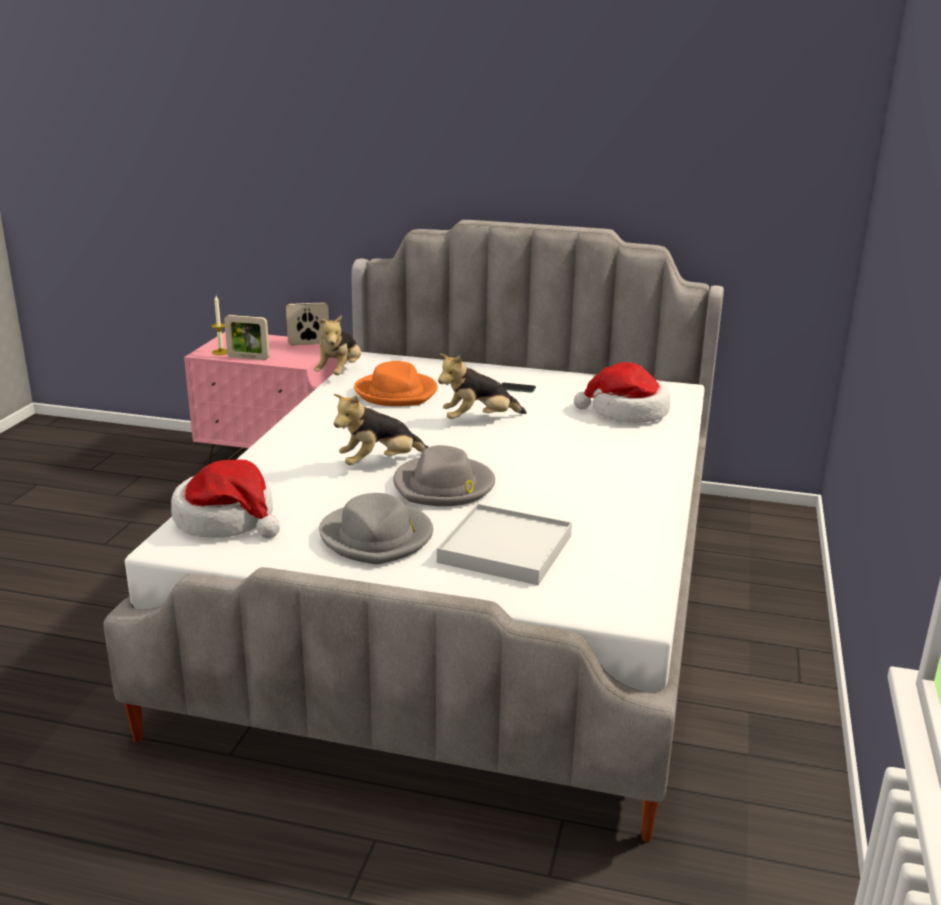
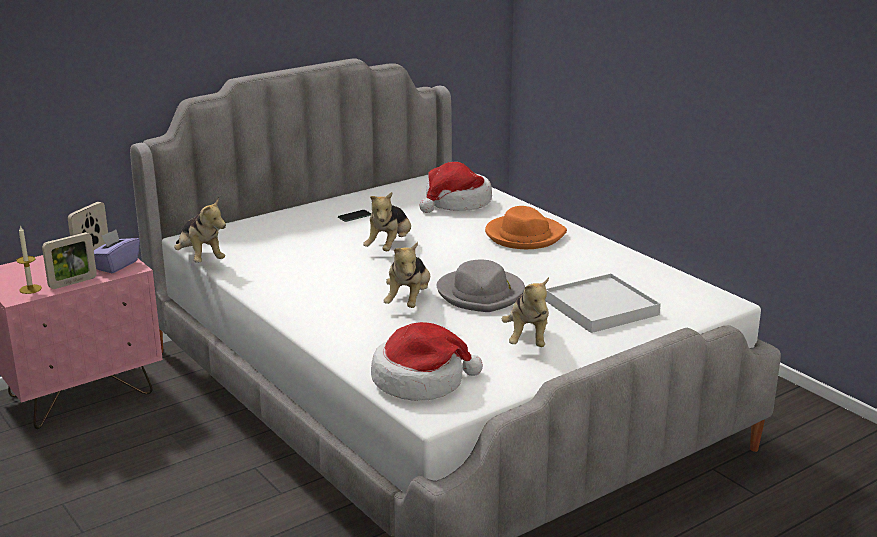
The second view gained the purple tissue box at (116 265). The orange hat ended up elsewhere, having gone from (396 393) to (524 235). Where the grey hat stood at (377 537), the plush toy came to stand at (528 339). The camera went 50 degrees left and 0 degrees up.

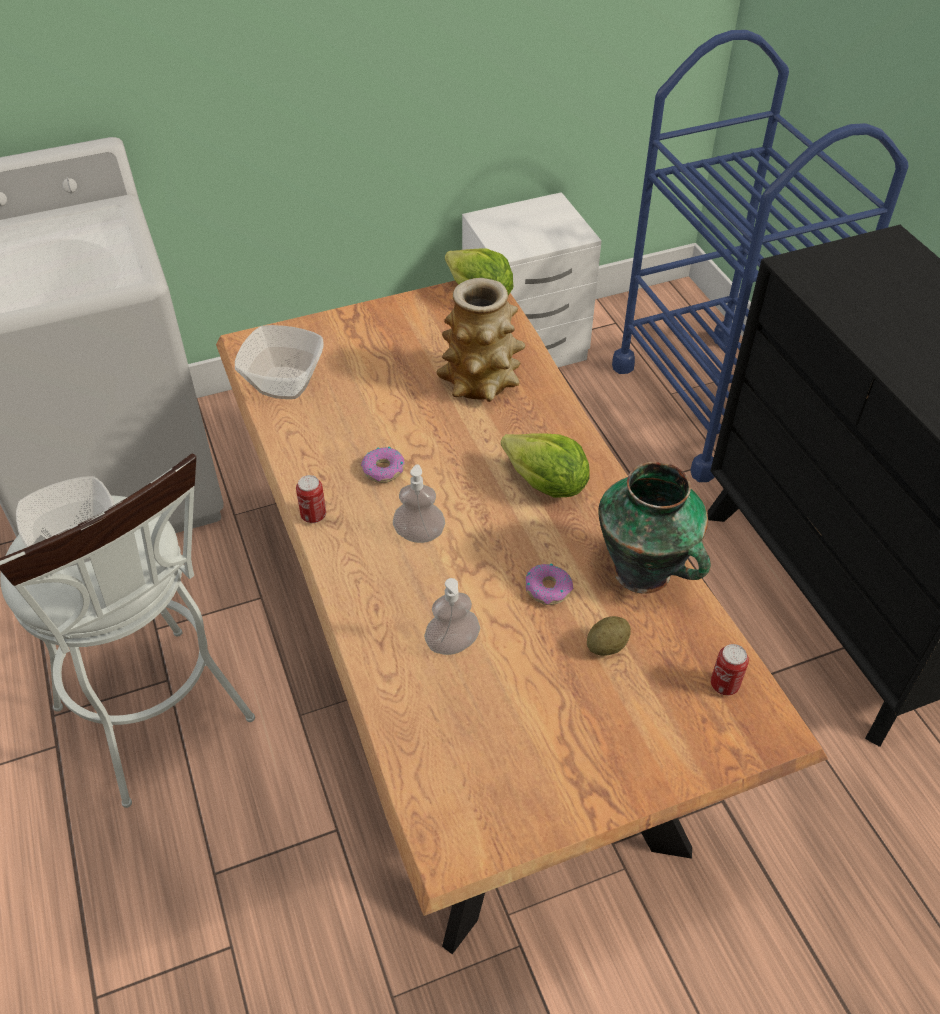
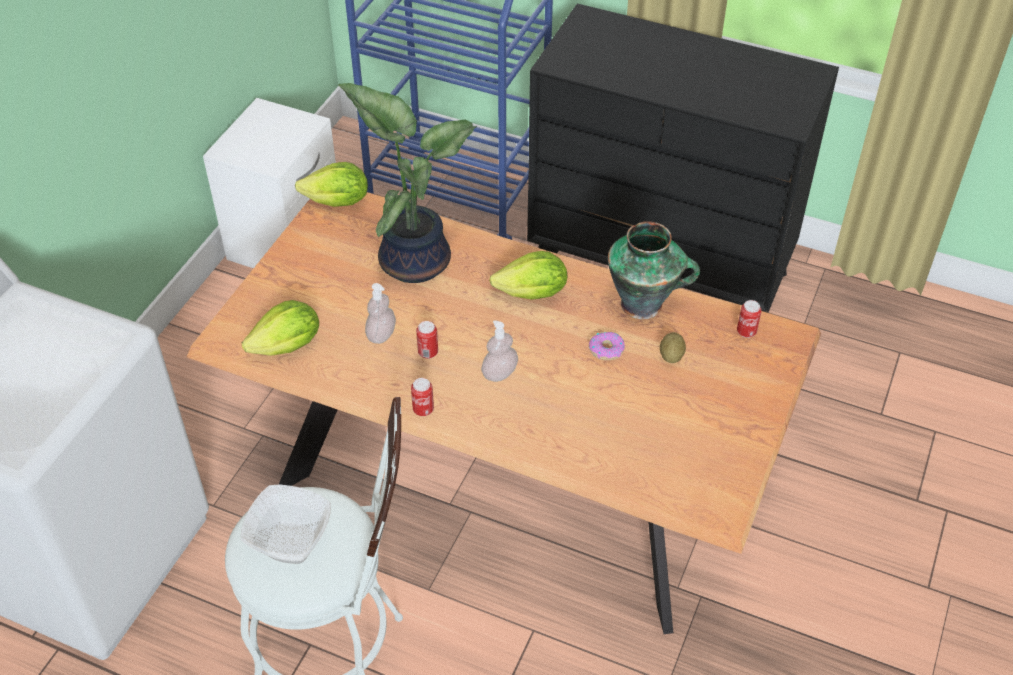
The soap dispenser ended up elsewhere, having gone from (452 643) to (381 334). Where the bowl stood at (285 384), the lettuce came to stand at (288 346). Where the donut stood at (383 470), the can came to stand at (428 353). Where the vase stood at (481 382), the potted plant came to stand at (415 258). The camera went 45 degrees left and 0 degrees up.

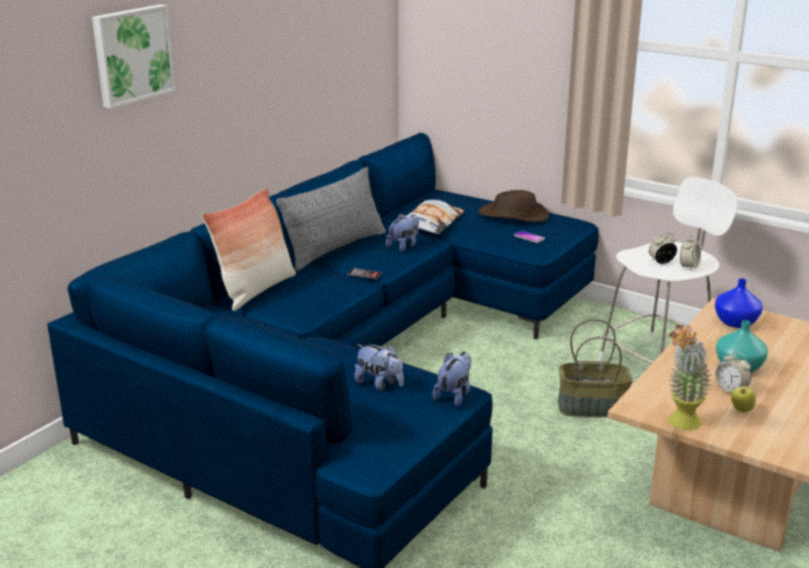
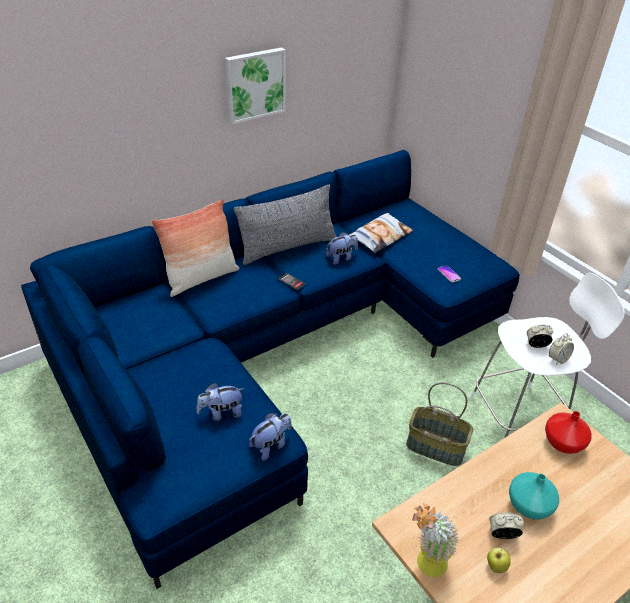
The second view lost the brown hat at (513 216). The picture ended up elsewhere, having gone from (132 54) to (254 84). What was the blue vase at (736 322) turned into the red vase at (563 442). The plush toy at (379 384) ended up facing another way, 105 degrees clockwise from before. The alarm clock at (730 390) ended up facing another way, 105 degrees clockwise from before. The camera went 20 degrees right and 15 degrees up.

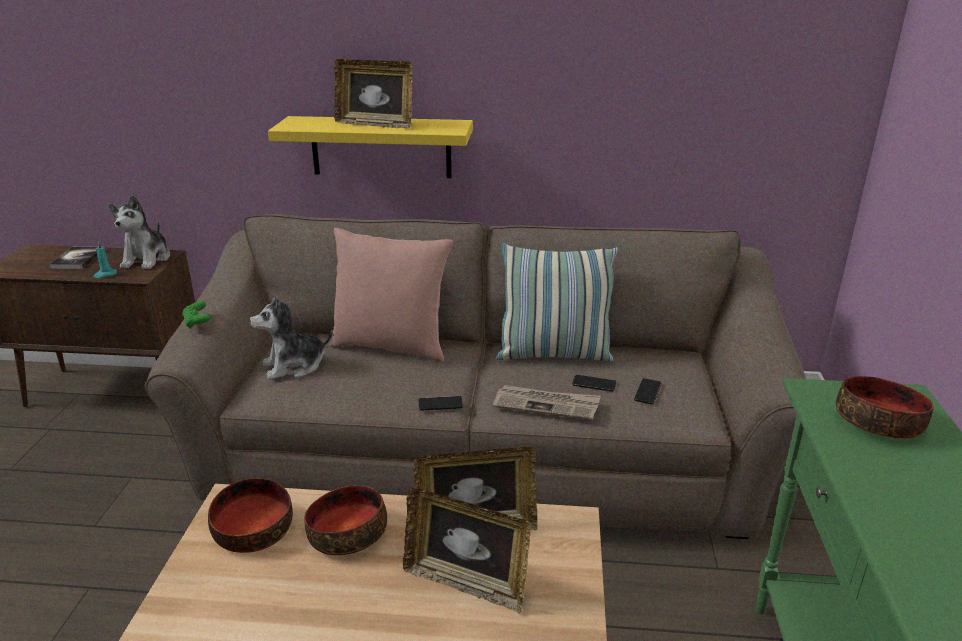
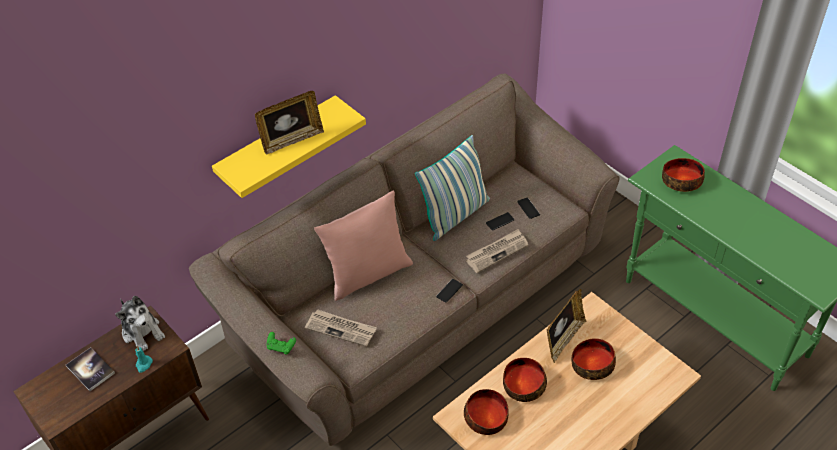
Where the plush toy stood at (294 366), the newspaper came to stand at (341 329). Where the picture frame stood at (466 583), the bowl came to stand at (592 364). The camera went 45 degrees left and 20 degrees up.

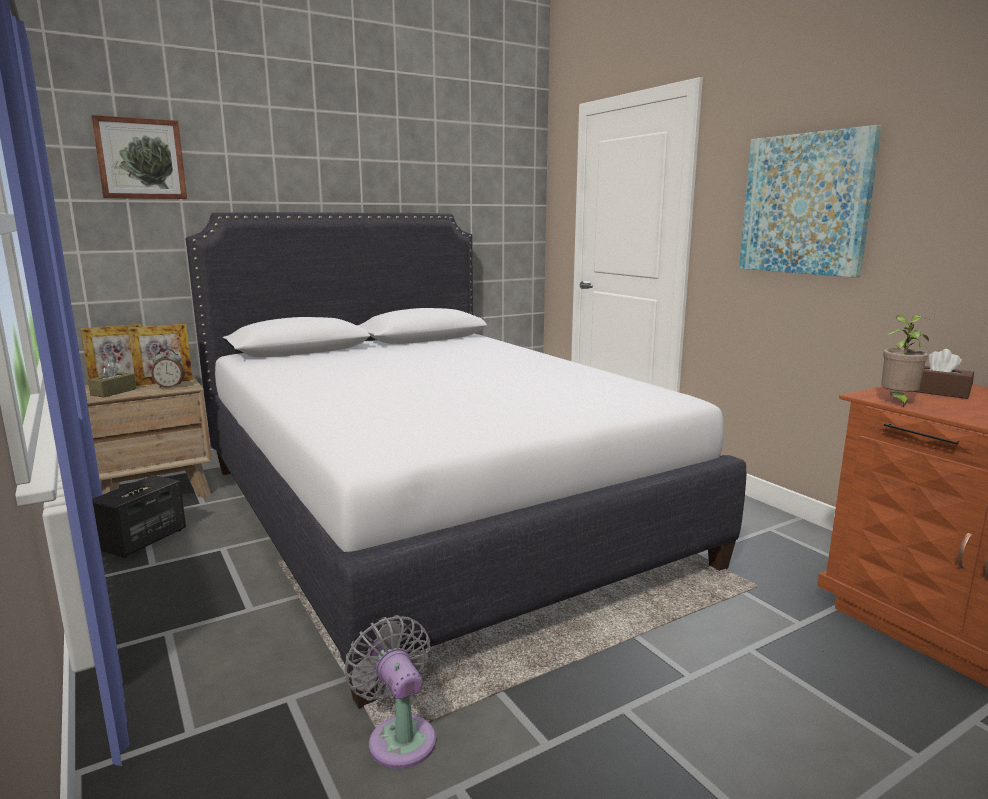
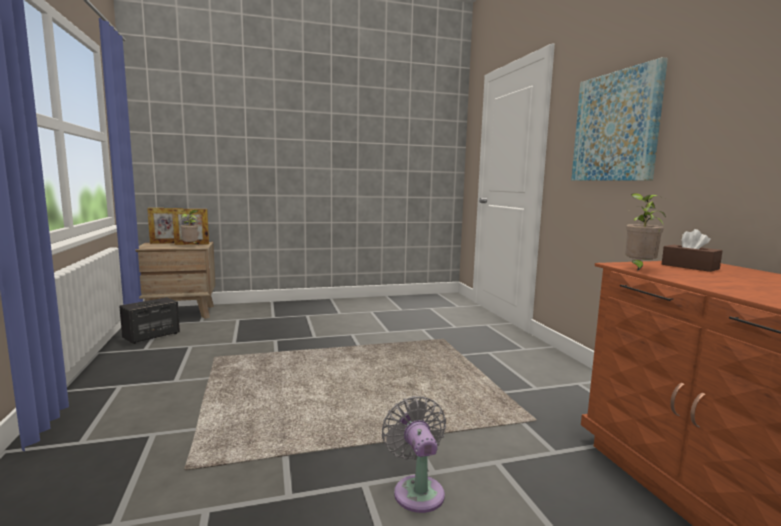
The second view lost the brown tissue box at (113 392). The second view lost the picture at (140 159). The second view lost the white bed at (432 512). The grey fan ended up elsewhere, having gone from (399 736) to (417 490). Where the alarm clock stood at (170 387), the potted plant came to stand at (191 246). The camera went 15 degrees right and 5 degrees down.

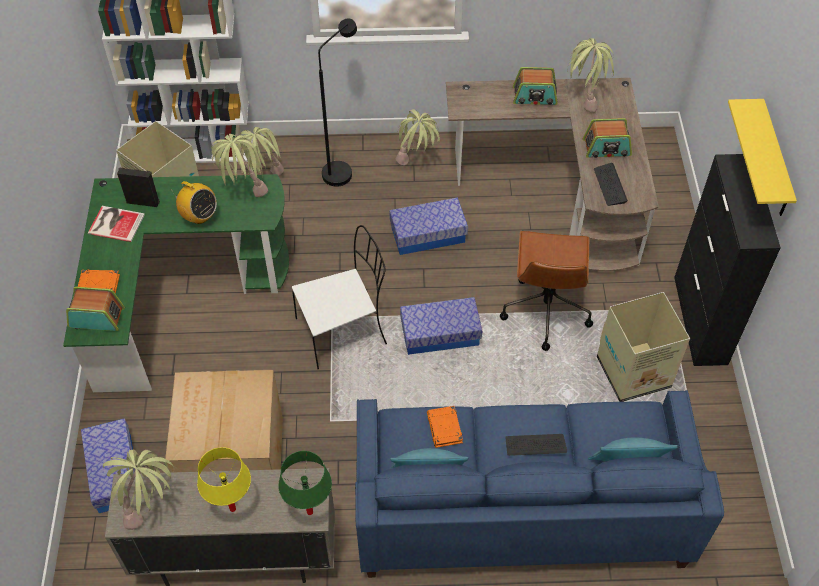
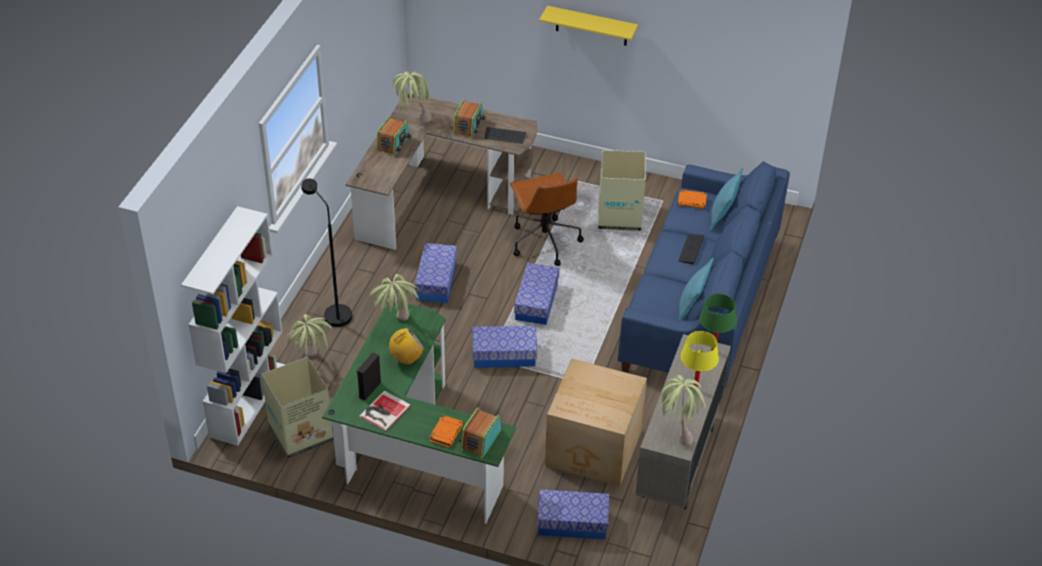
The second view lost the potted plant at (417 164). The second view lost the black cabinet at (700 320). The orange book ended up elsewhere, having gone from (445 428) to (692 201). Where the white chair stood at (343 330), the storage box came to stand at (504 355). The brown office chair at (545 310) ended up facing another way, 45 degrees clockwise from before. The camera went 70 degrees left and 10 degrees down.

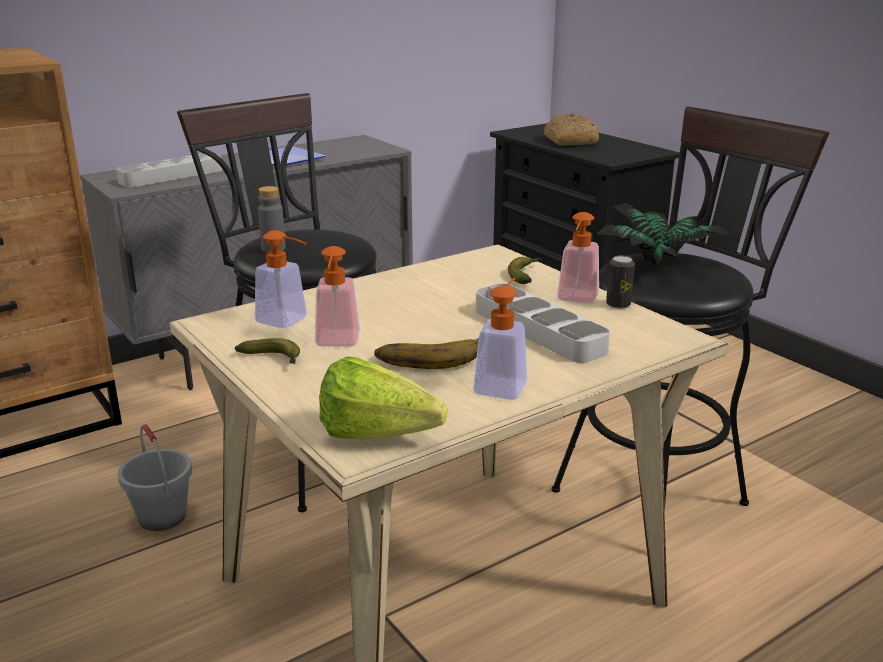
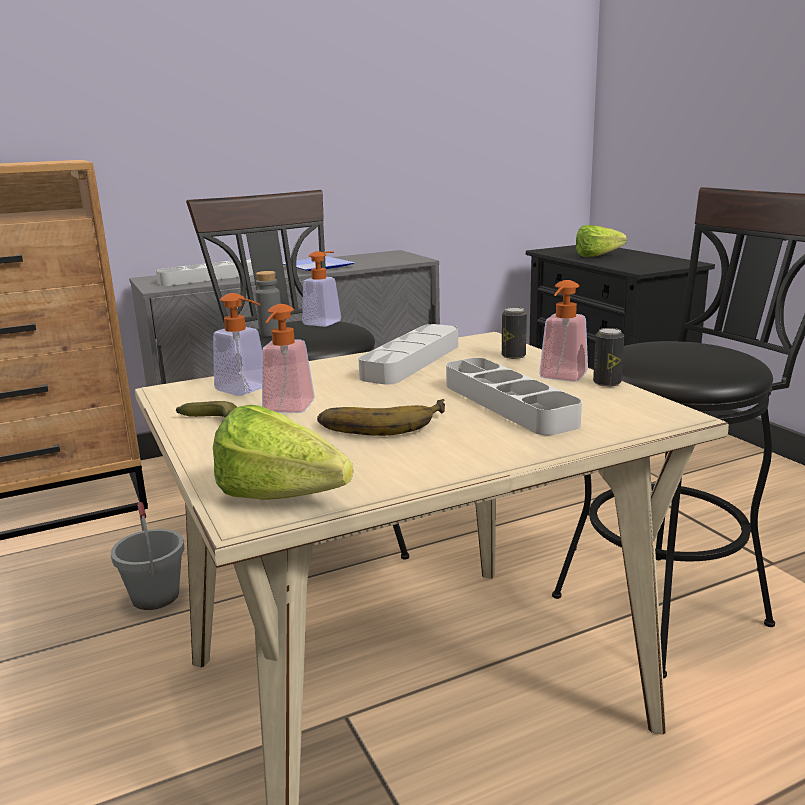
The second view lost the potted plant at (660 263). The second view gained the grey tray at (411 361). The soap dispenser ended up elsewhere, having gone from (503 384) to (325 321). Where the banana stood at (525 275), the can came to stand at (513 356). Where the bread stood at (569 141), the lettuce came to stand at (601 256). The camera went 10 degrees right and 5 degrees down.

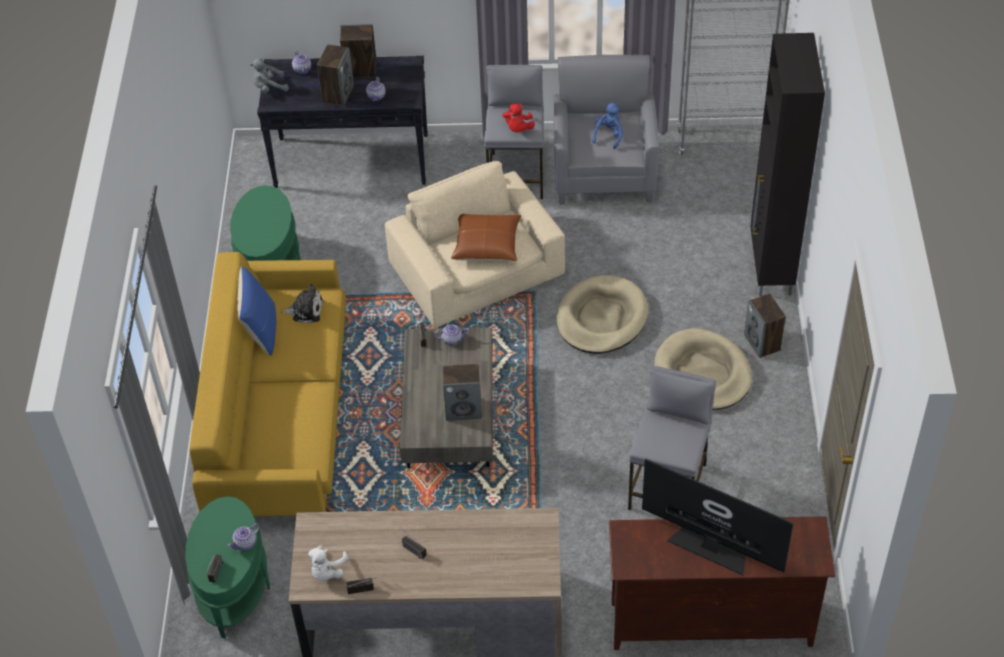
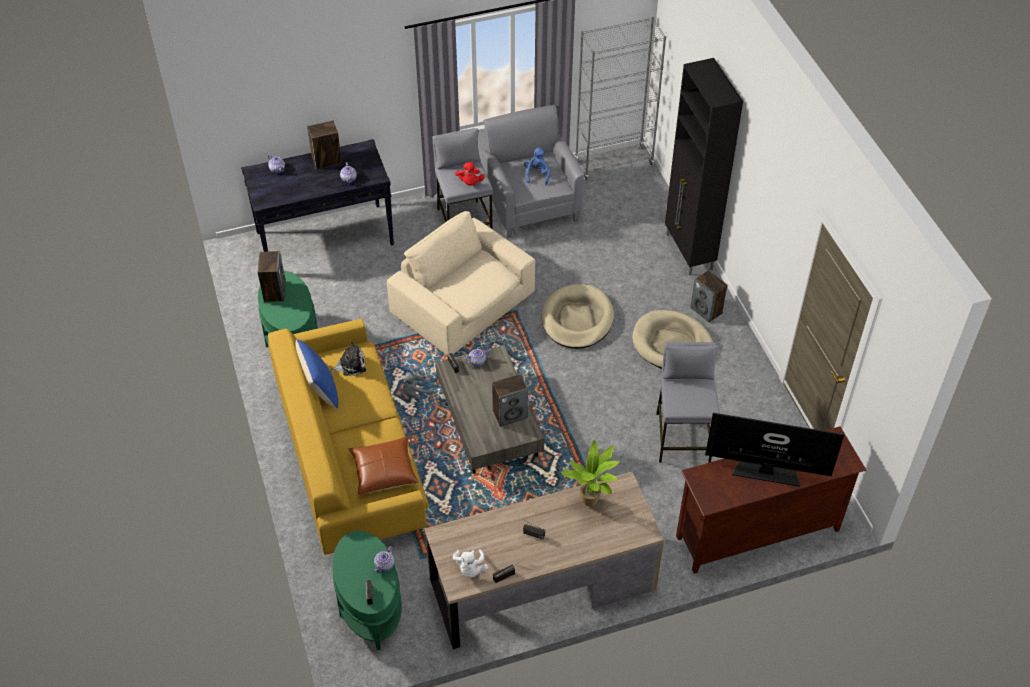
The second view gained the potted plant at (592 502). The grey plush toy ended up elsewhere, having gone from (269 87) to (415 393). The speaker ended up elsewhere, having gone from (338 94) to (274 291). The brown pillow ended up elsewhere, having gone from (486 244) to (384 471). The camera went 20 degrees left and 0 degrees up.

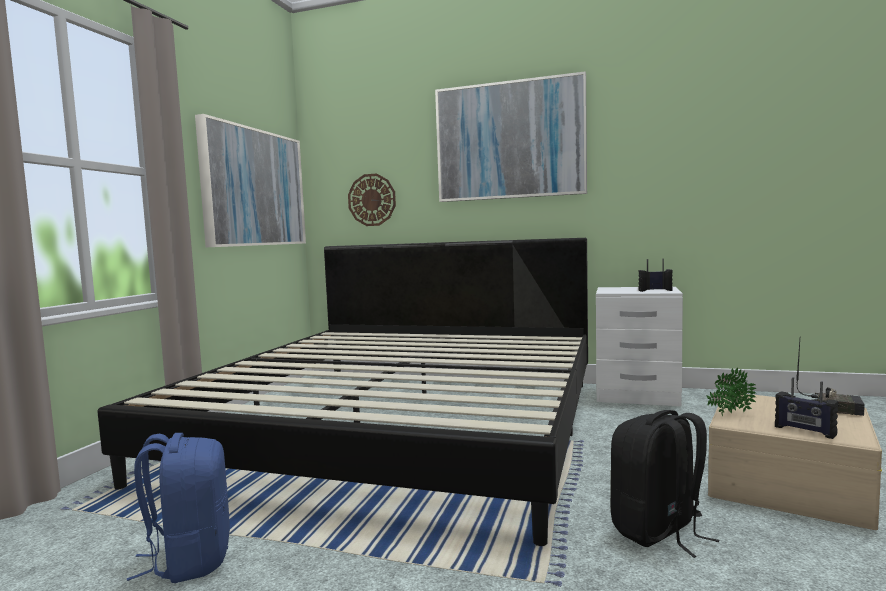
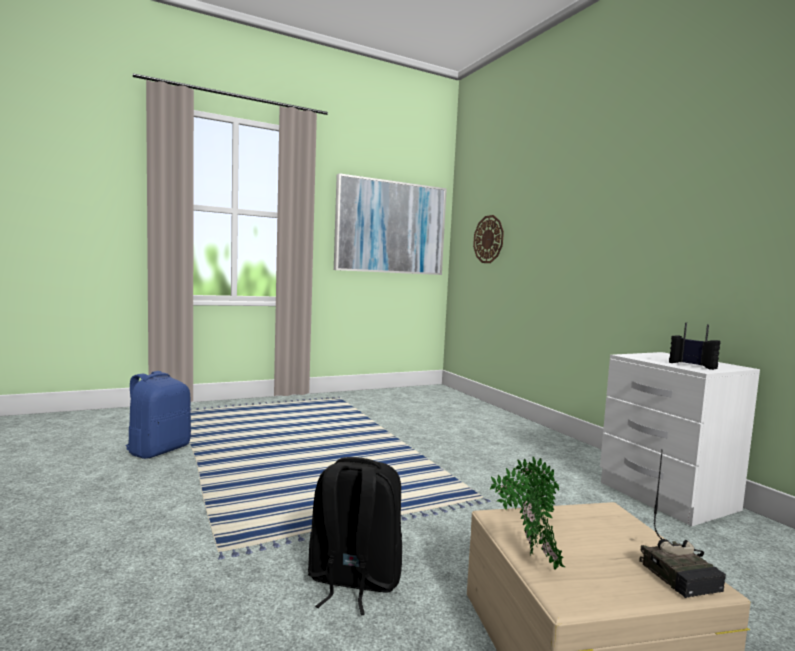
The second view lost the bed at (400 426). The second view lost the picture at (510 141). Where the radio stood at (804 431), the potted plant came to stand at (538 561). The camera went 45 degrees right and 0 degrees up.

